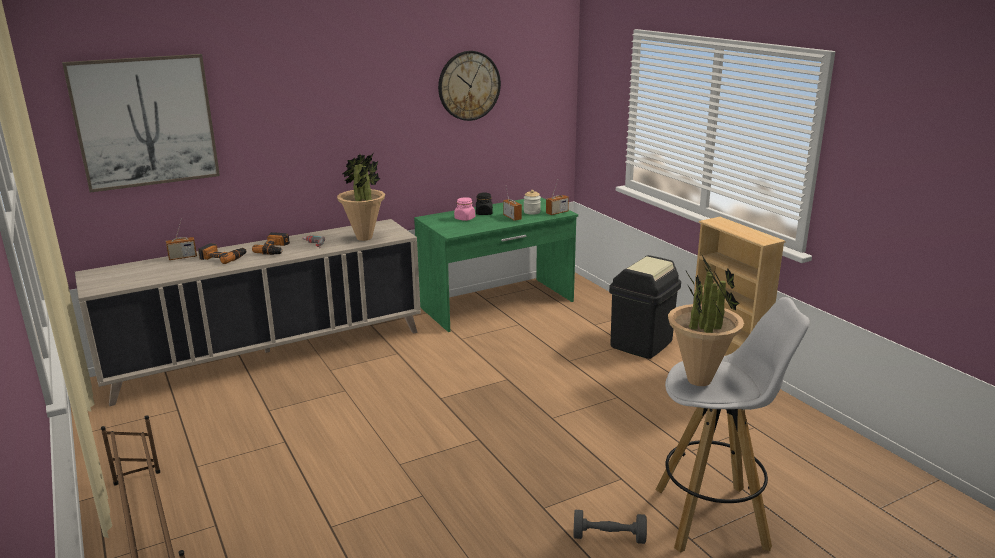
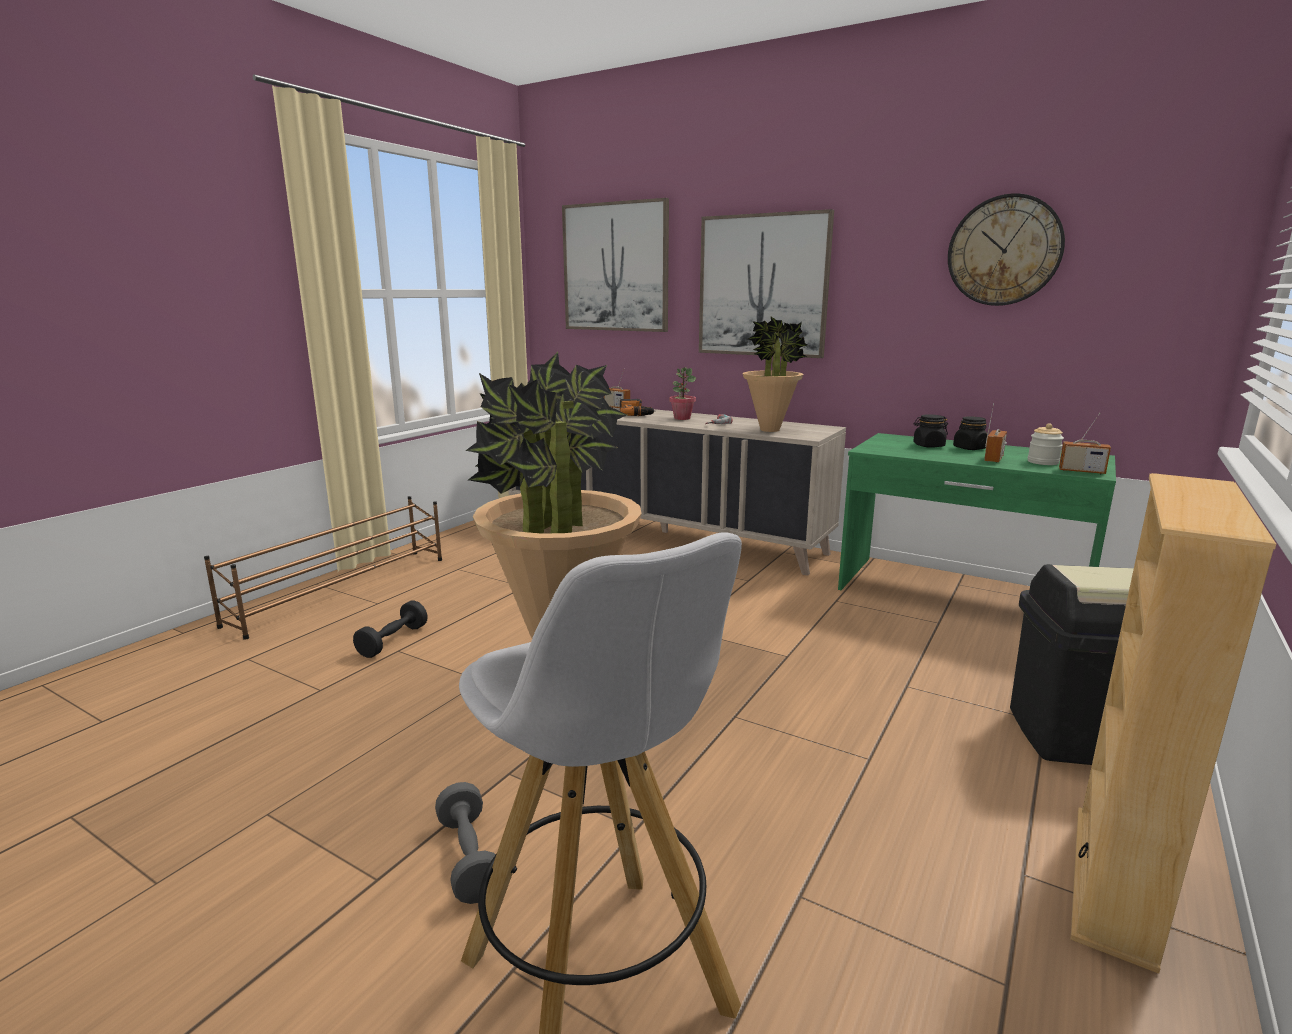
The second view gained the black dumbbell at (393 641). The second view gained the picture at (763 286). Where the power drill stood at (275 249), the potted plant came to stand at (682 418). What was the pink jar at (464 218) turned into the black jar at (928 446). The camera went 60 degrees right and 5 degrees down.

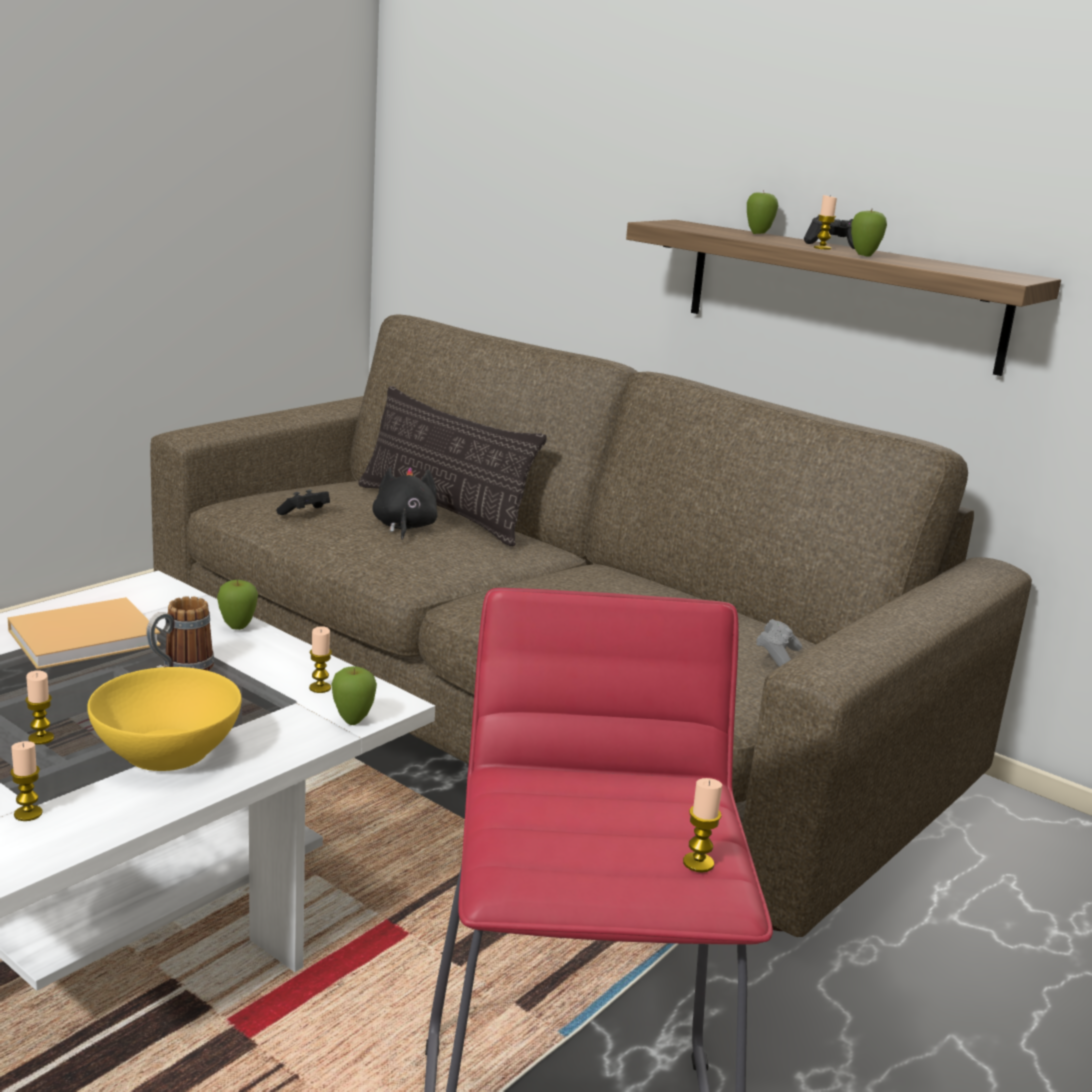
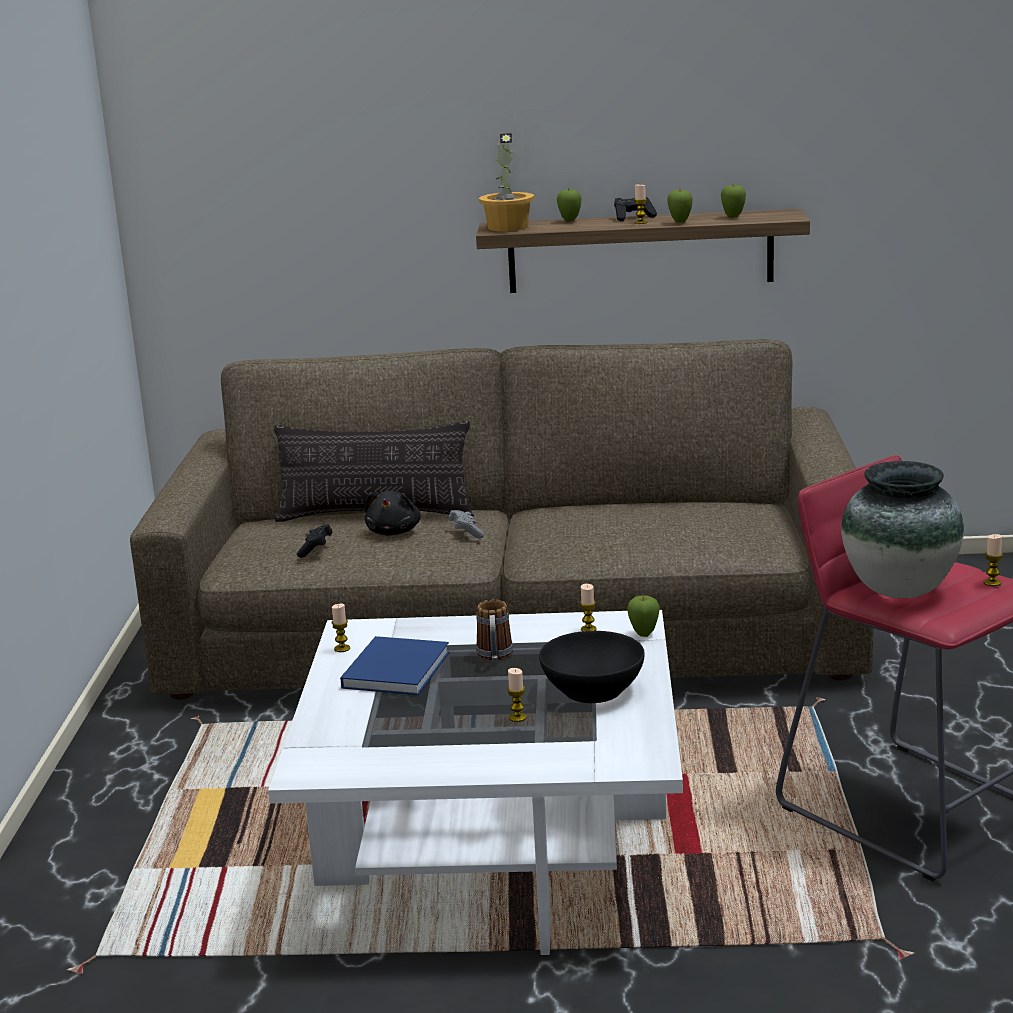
The second view gained the potted plant at (508 227). The second view gained the vase at (899 589). The candle ended up elsewhere, having gone from (28 814) to (342 649). The apple ended up elsewhere, having gone from (238 628) to (733 217). The grey game controller ended up elsewhere, having gone from (777 655) to (466 533). What was the beige book at (88 637) turned into the blue book at (397 668). What was the yellow bowl at (166 751) turned into the black bowl at (593 690). The black plush toy at (404 527) ended up facing another way, 135 degrees counterclockwise from before. The camera went 35 degrees left and 0 degrees up.

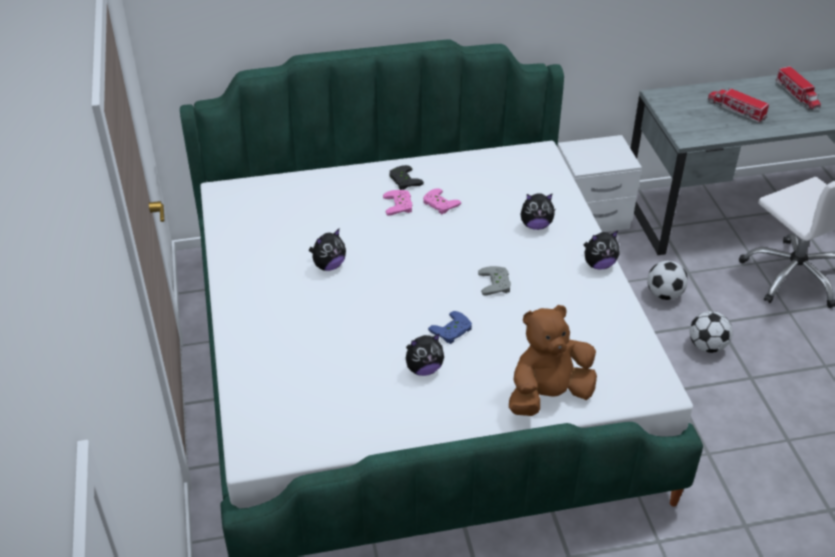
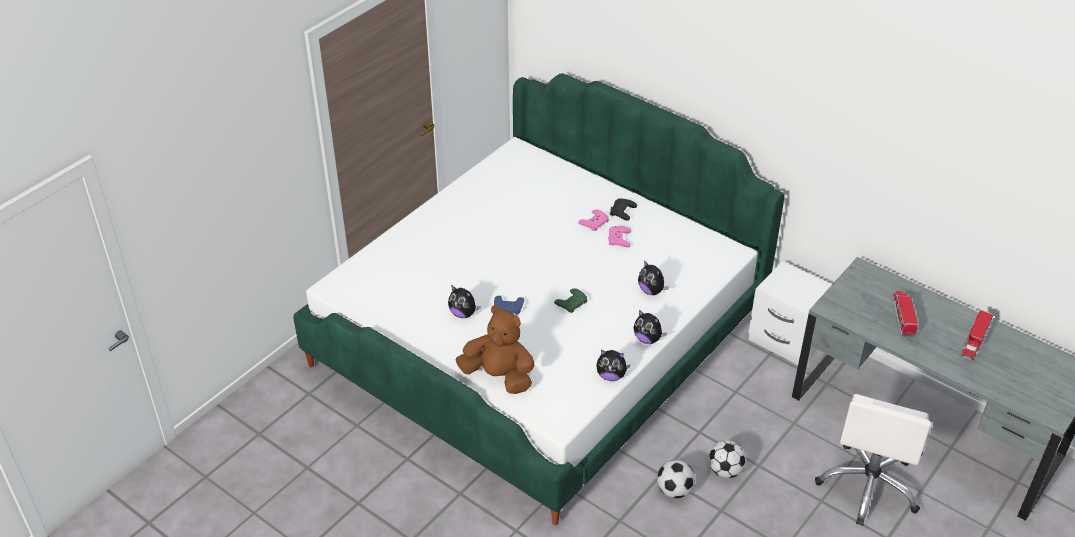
The plush toy ended up elsewhere, having gone from (328 265) to (611 376). The football ended up elsewhere, having gone from (664 294) to (674 491). What was the grey game controller at (497 283) turned into the green game controller at (573 303). The camera went 50 degrees right and 0 degrees up.

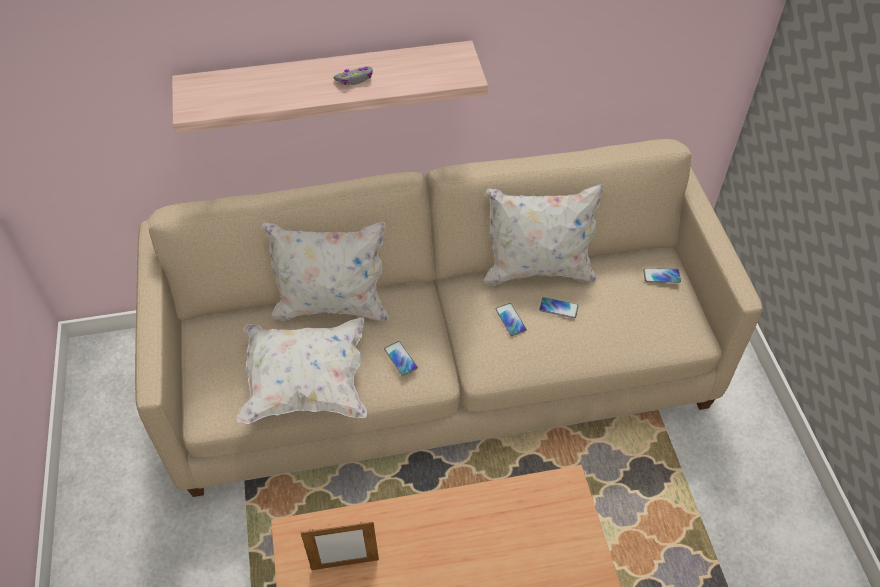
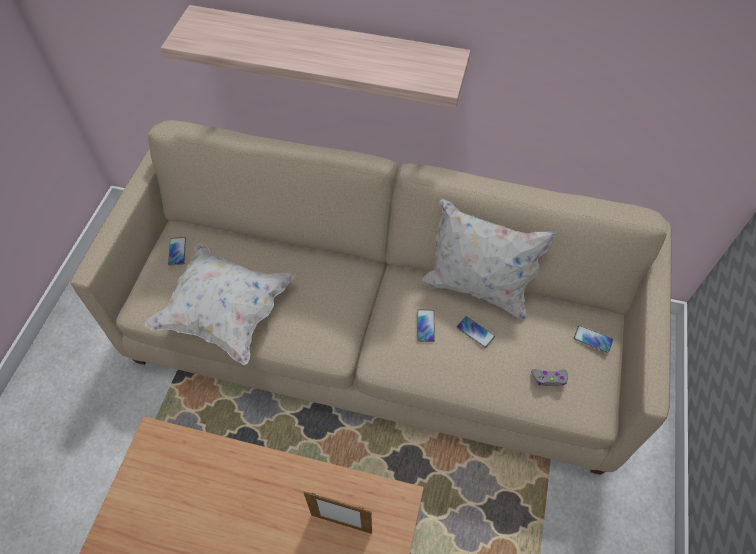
The second view lost the white pillow at (332 306). The picture frame ended up elsewhere, having gone from (345 564) to (341 523). The grey game controller ended up elsewhere, having gone from (355 79) to (549 379). The phone ended up elsewhere, having gone from (400 359) to (177 251). The camera went 25 degrees right and 5 degrees up.

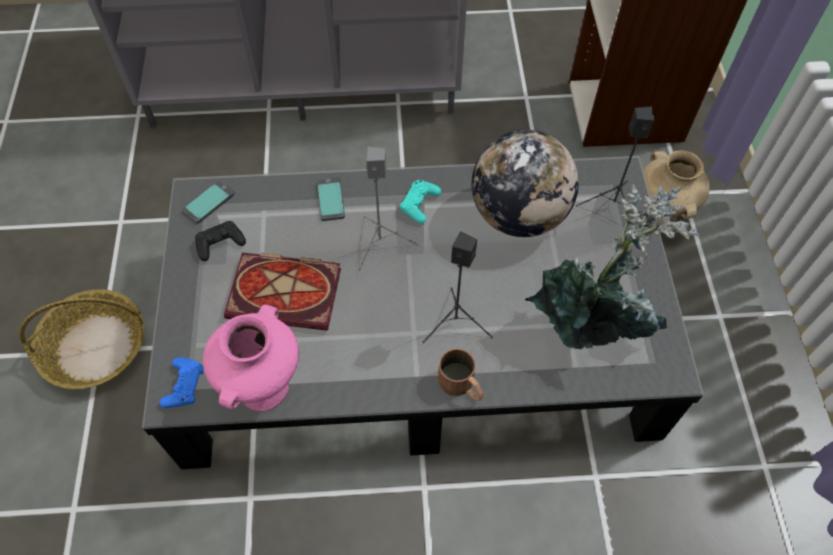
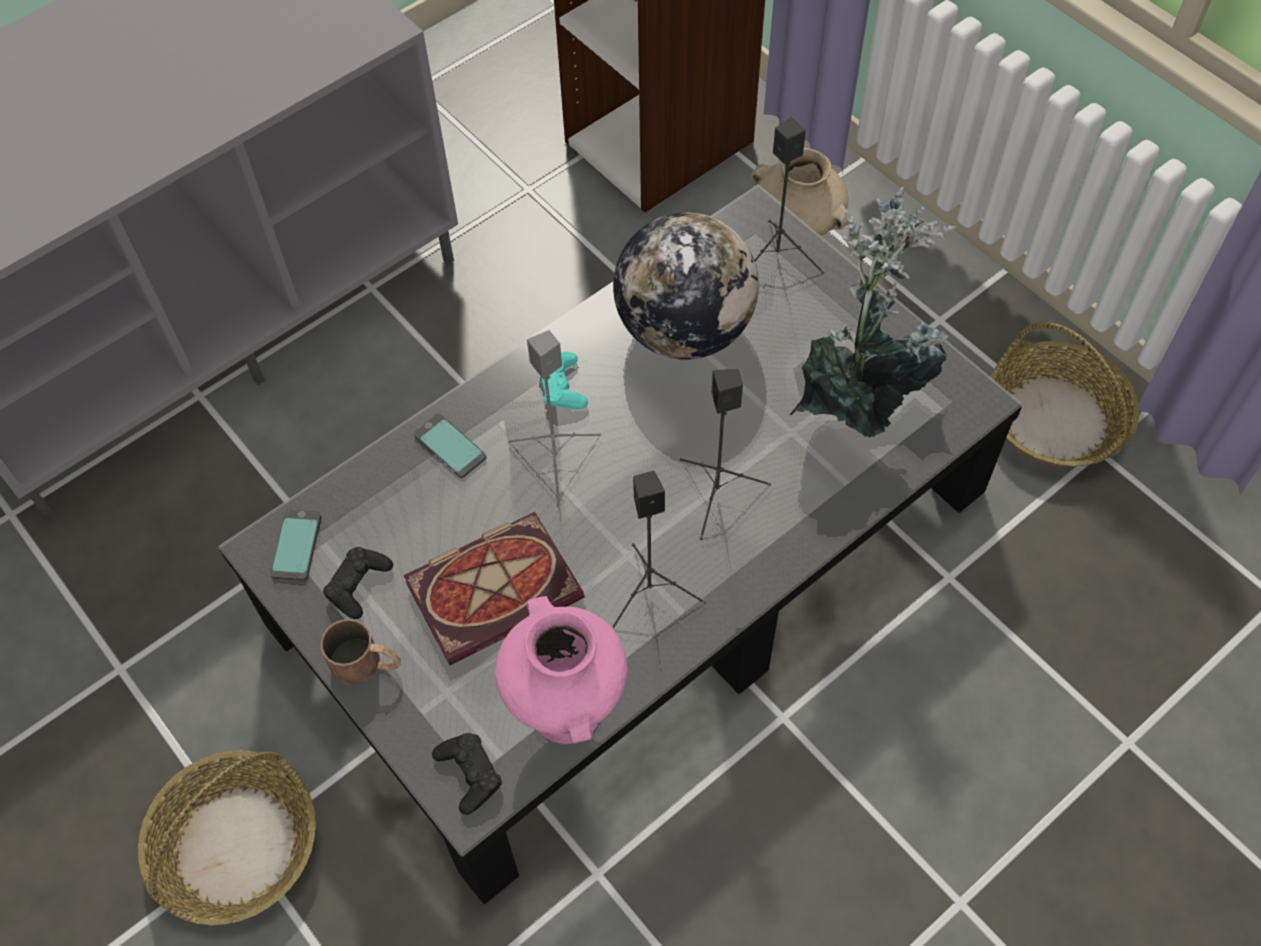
The second view gained the black speaker at (651 591). The second view gained the basket at (1056 419). The brown mug ended up elsewhere, having gone from (462 386) to (367 664). What was the blue game controller at (184 385) turned into the black game controller at (469 774). The camera went 35 degrees left and 0 degrees up.

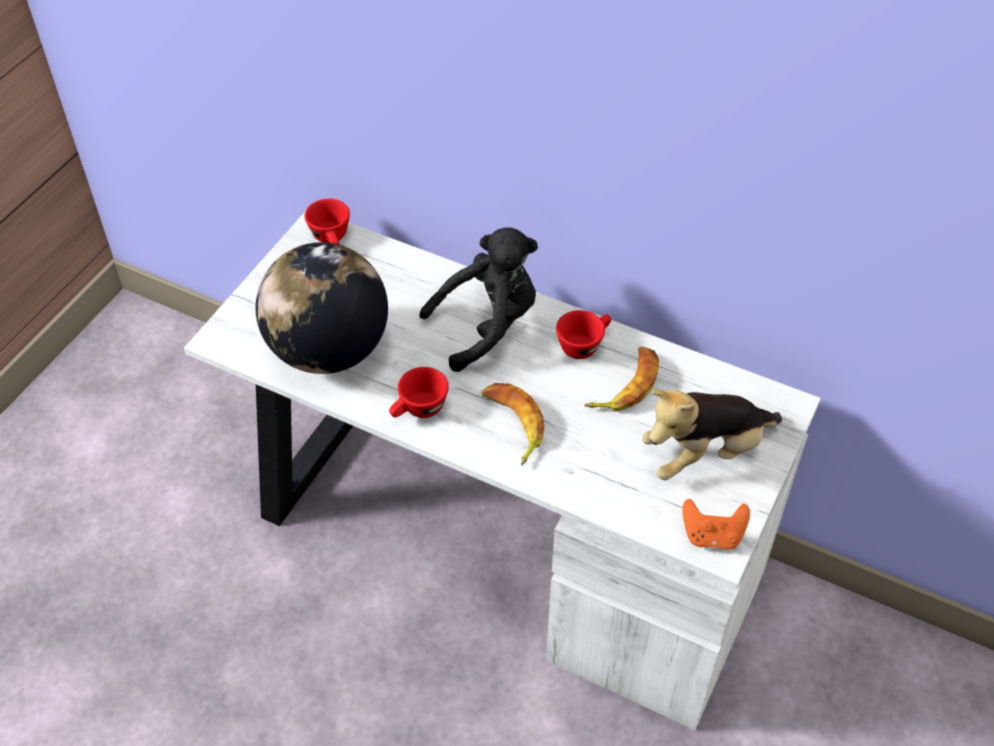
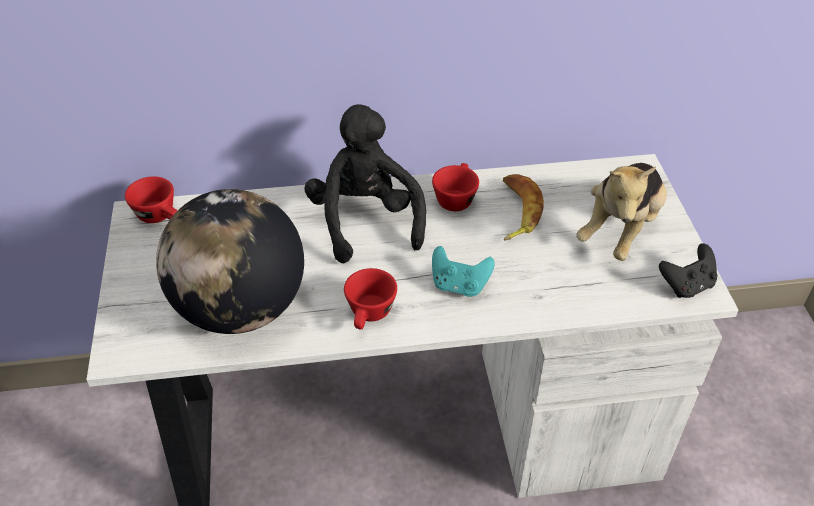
Where the banana stood at (512 425), the turquoise game controller came to stand at (459 285). What was the orange game controller at (712 535) turned into the black game controller at (686 285). The black plush toy at (487 326) ended up facing another way, 45 degrees counterclockwise from before. The camera went 35 degrees left and 5 degrees down.

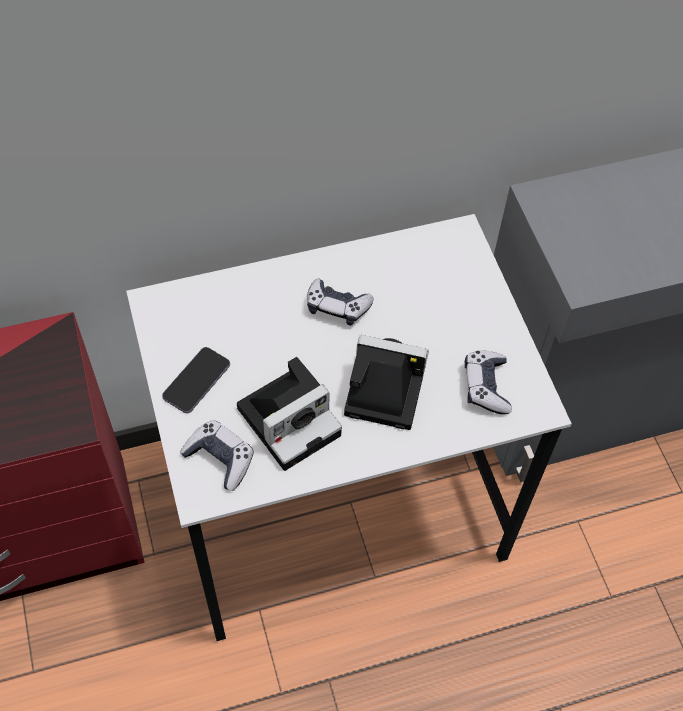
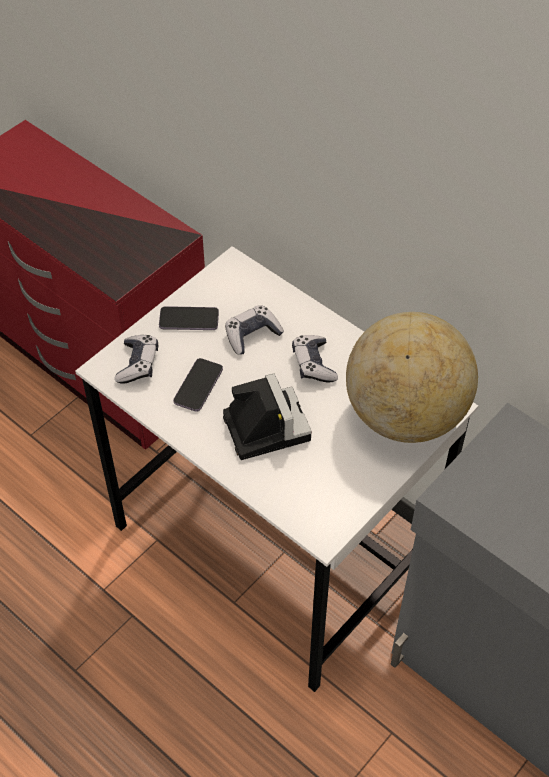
The second view gained the globe at (405 415). The game controller ended up elsewhere, having gone from (486 386) to (252 335). Where the photo camera stood at (291 418), the phone came to stand at (198 386). The camera went 60 degrees right and 5 degrees down.

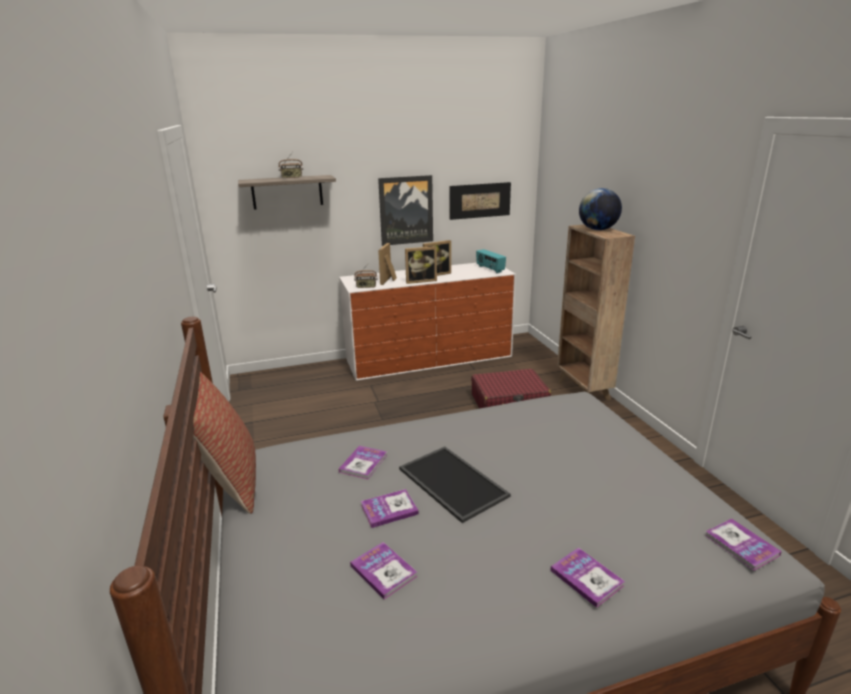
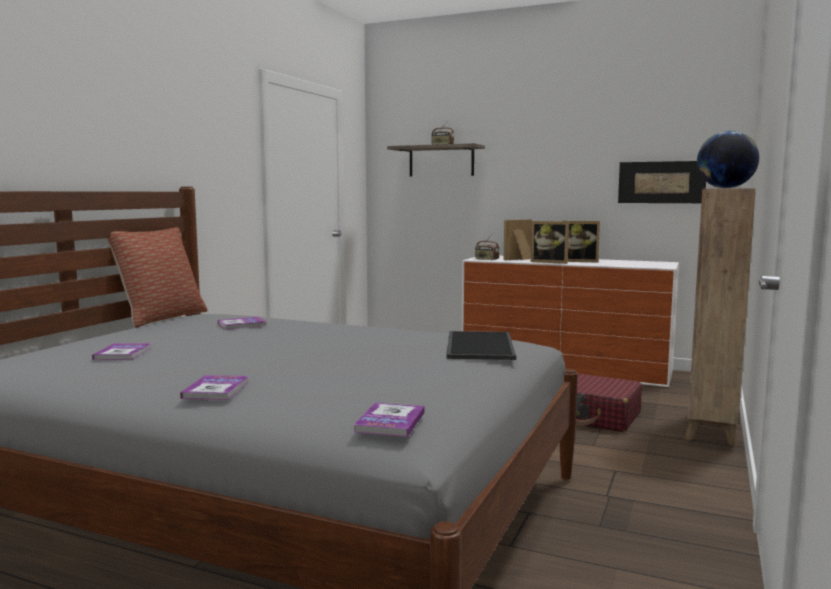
The second view lost the book at (389 509). The second view lost the picture at (406 210). The second view lost the radio at (490 269). The tray ended up elsewhere, having gone from (450 482) to (478 345). The camera went 40 degrees right and 15 degrees down.

